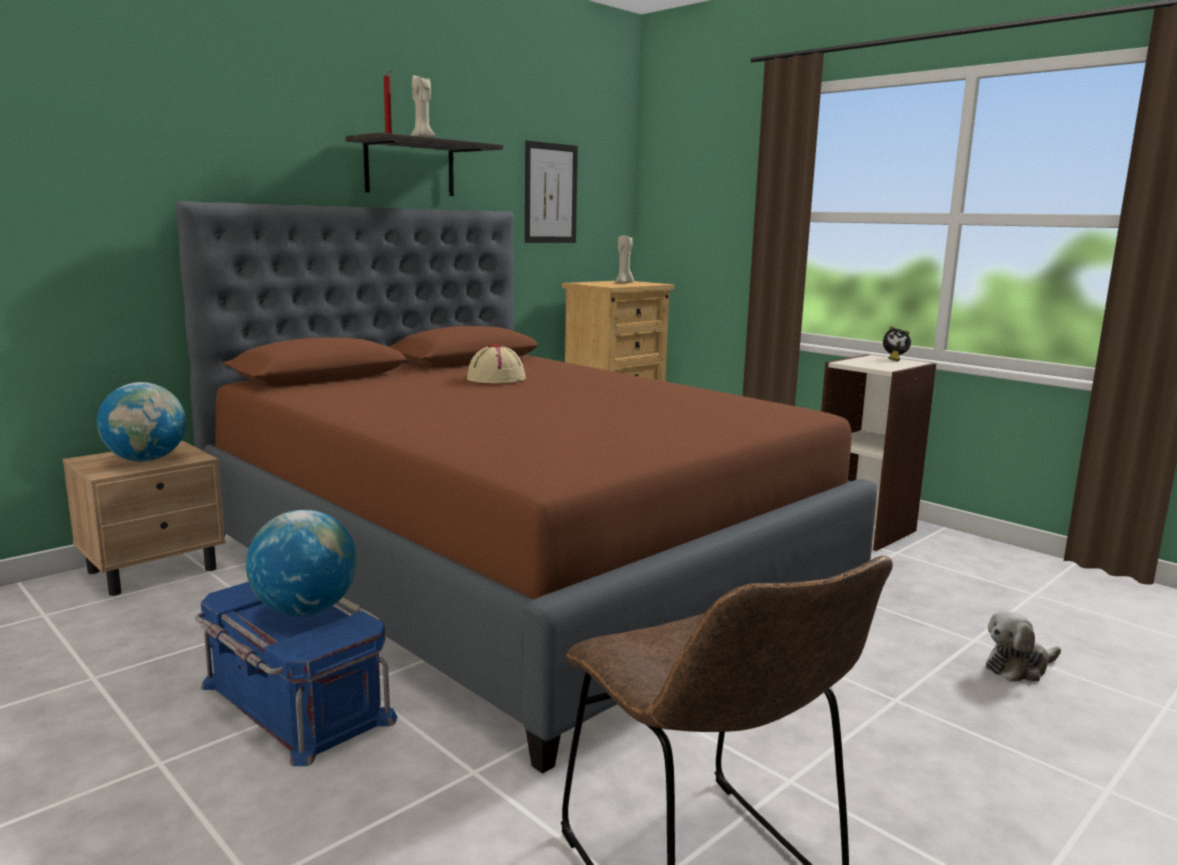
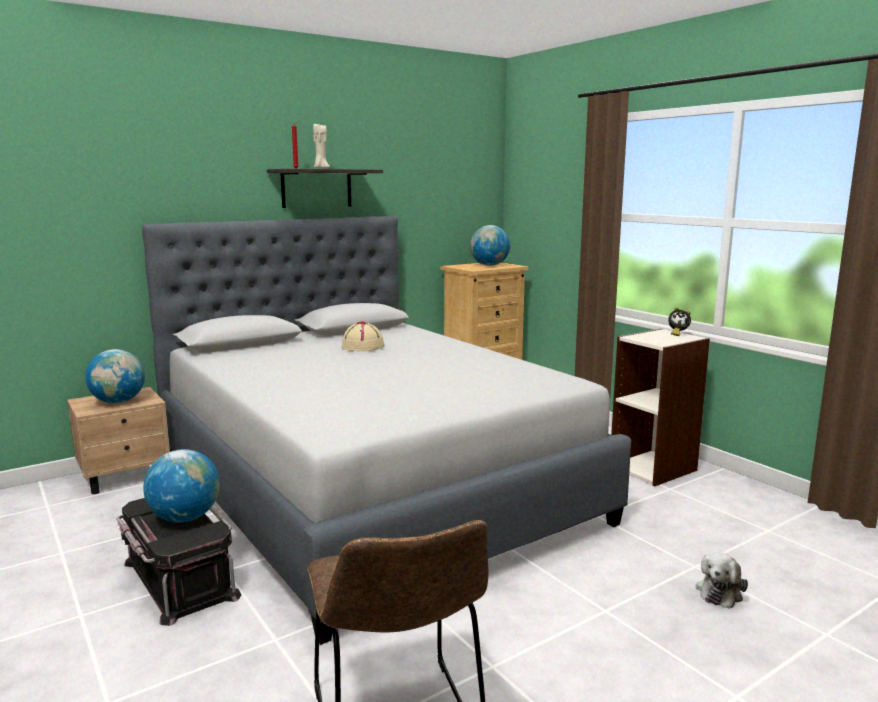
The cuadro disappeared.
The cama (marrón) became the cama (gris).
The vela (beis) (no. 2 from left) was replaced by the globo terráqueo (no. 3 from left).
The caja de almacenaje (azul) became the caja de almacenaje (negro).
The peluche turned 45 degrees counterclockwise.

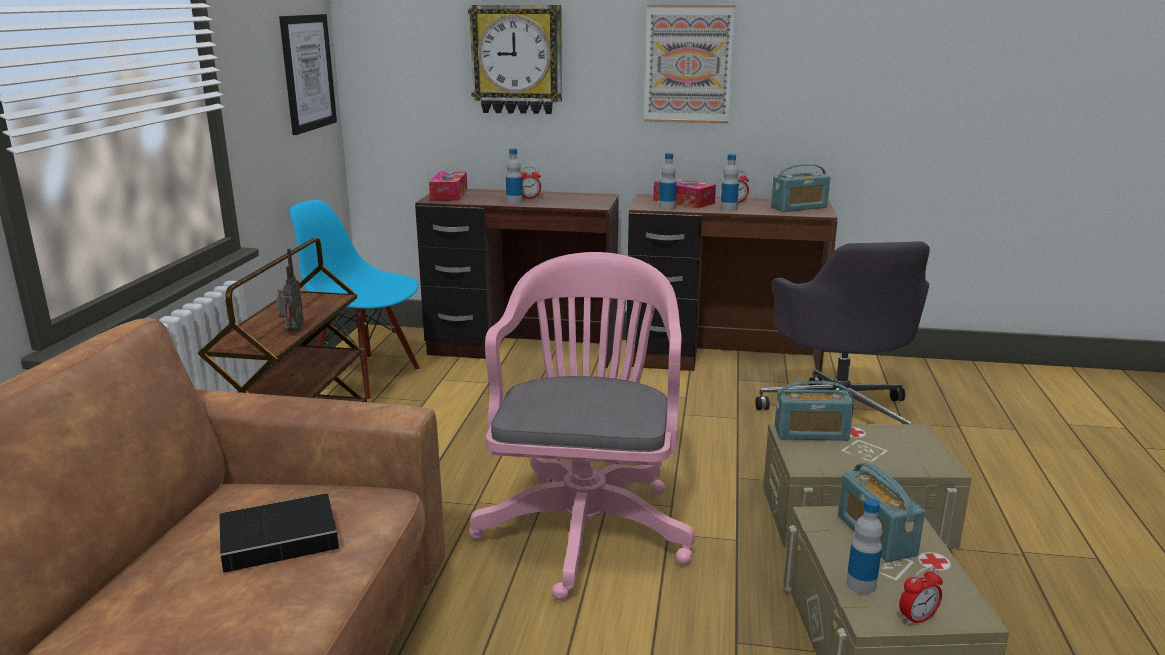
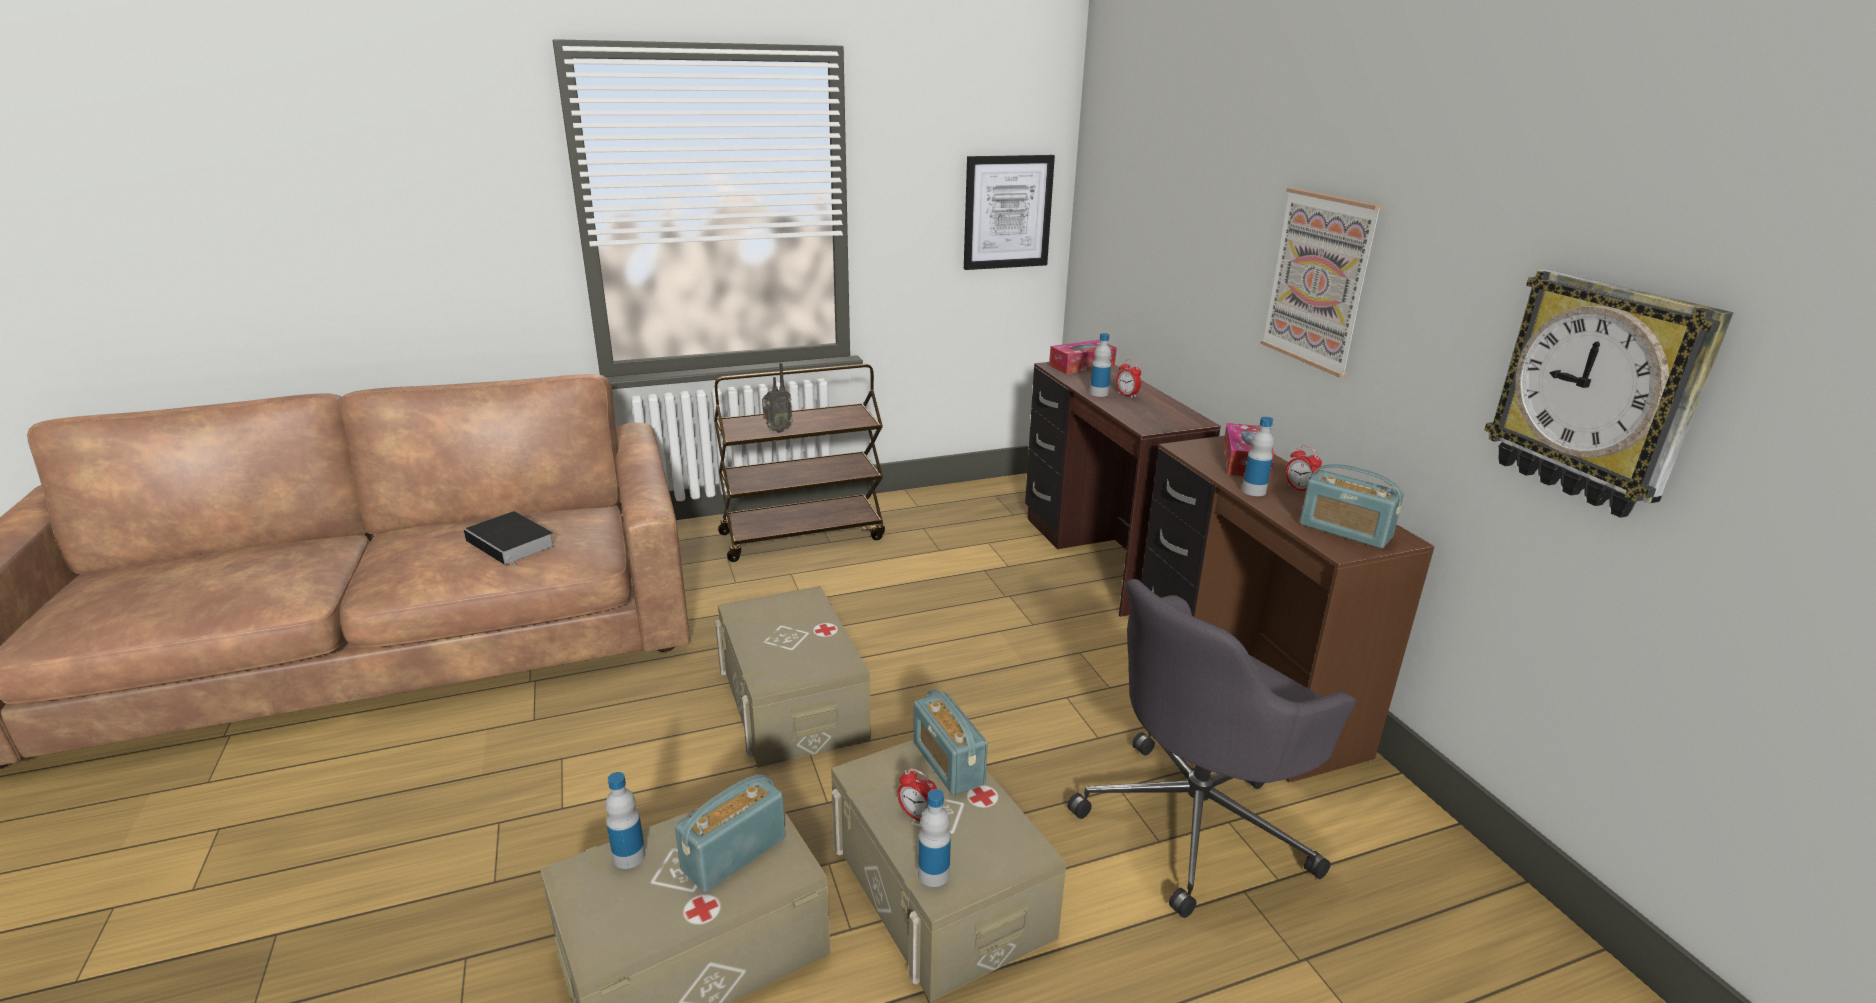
The reloj de pared moved.
The botella (no. 2 from left) moved.
The silla (azul) disappeared.
The silla de oficina (rosa) was replaced by the caja de almacenaje (beis) (no. 2 from left).
The despertador (no. 3 from left in the first image) moved.

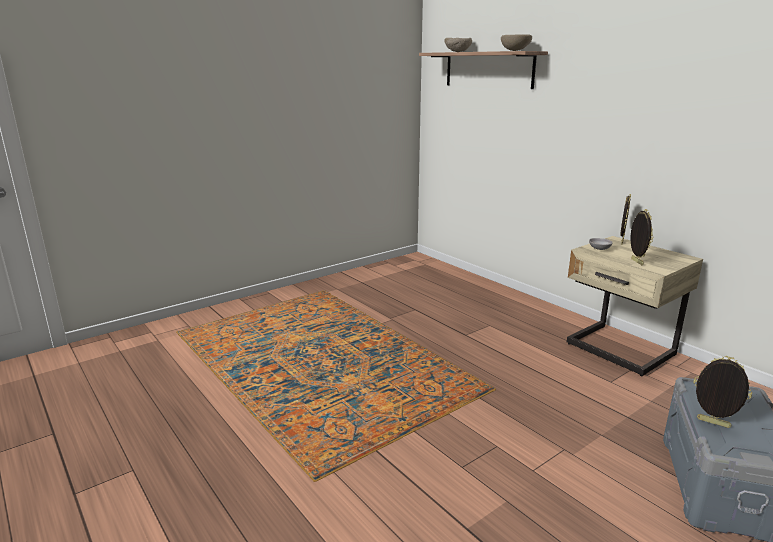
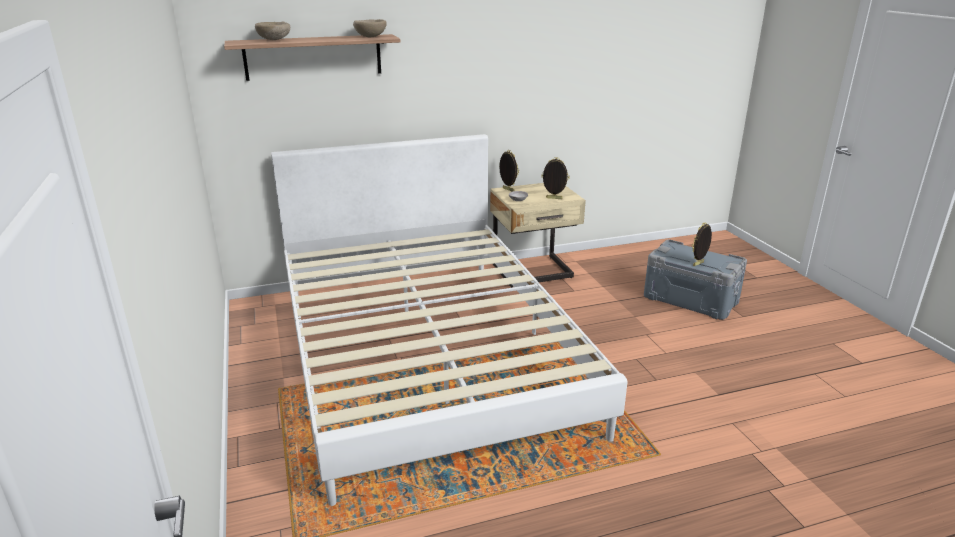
The cama (blanco) appeared.

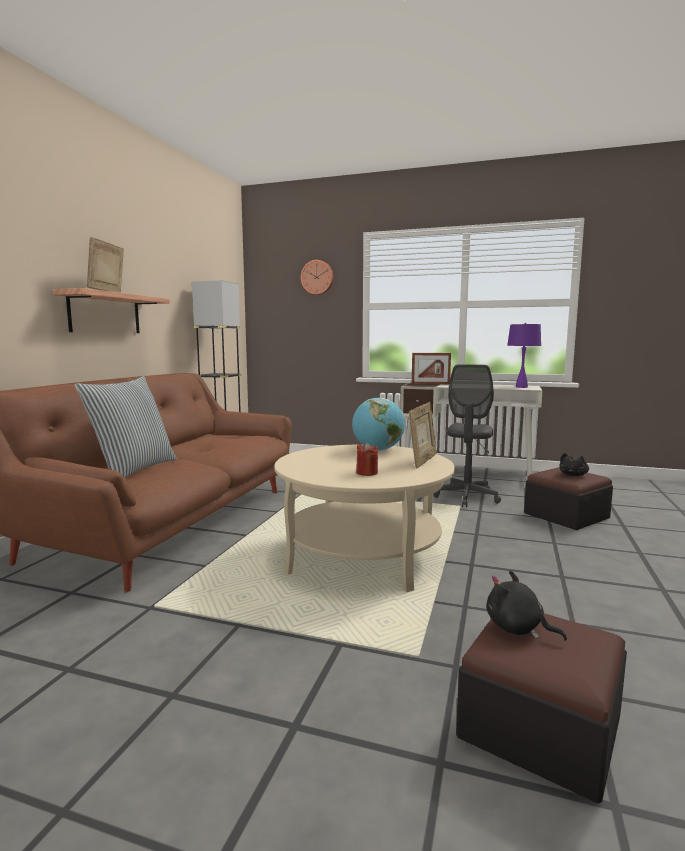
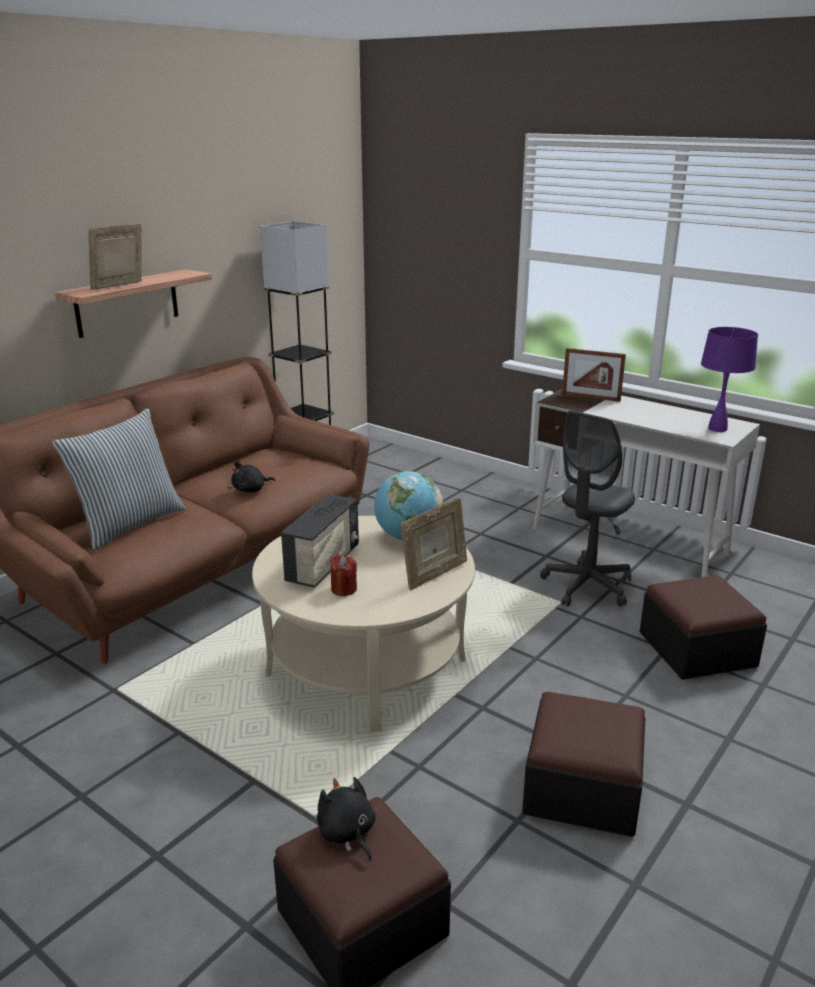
The reloj de pared disappeared.
The peluche (negro) (no. 2 from left in the first image) moved.
The radio appeared.
The puf (no. 2 from left) appeared.

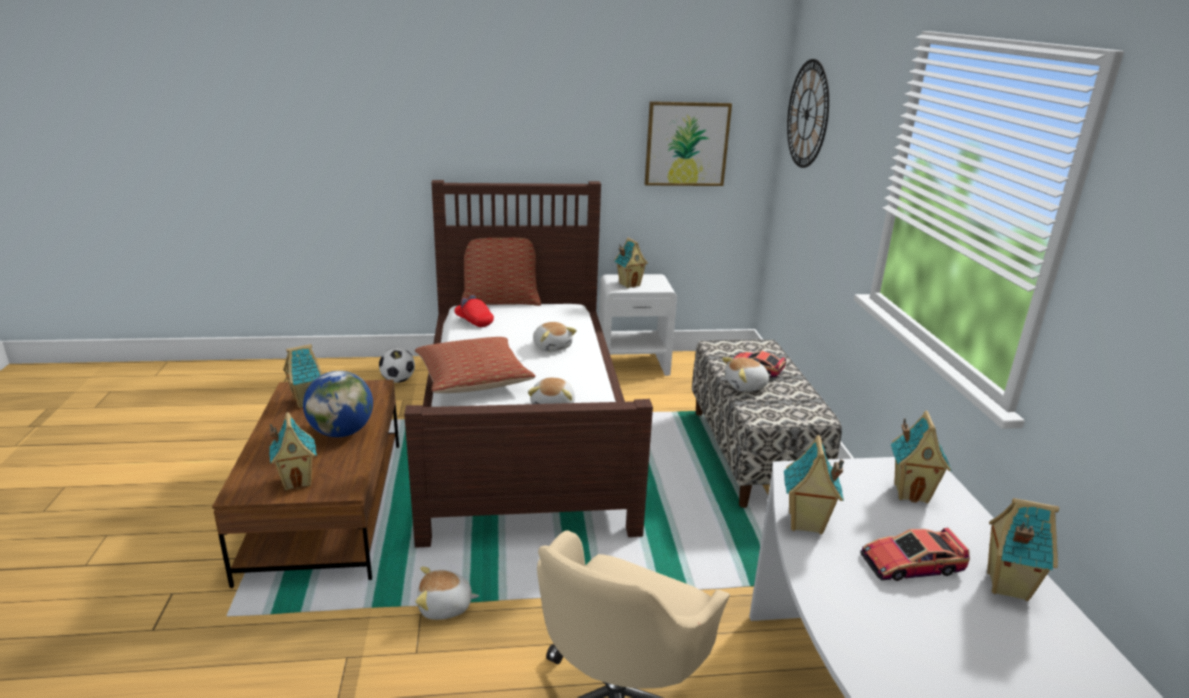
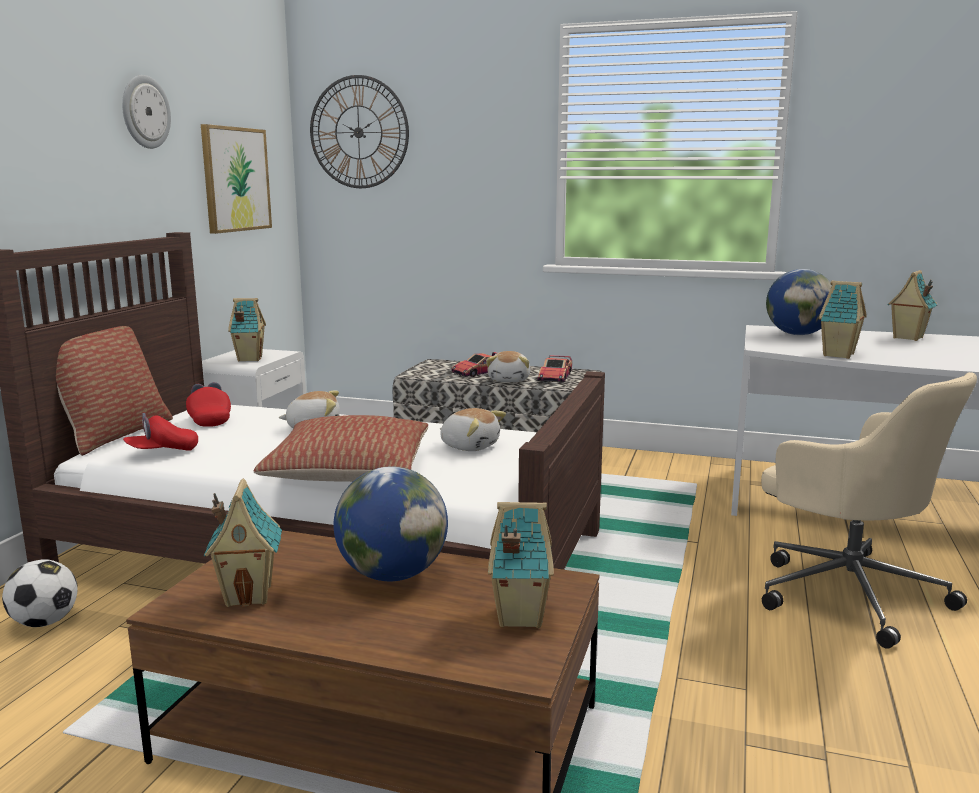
The casita (no. 5 from left) was replaced by the globo terráqueo (no. 2 from left).
The coche de juguete (no. 2 from left) moved.
The peluche (no. 1 from left) disappeared.
The reloj de pared (no. 1 from left) appeared.
The gorra (rojo) (no. 2 from left) appeared.

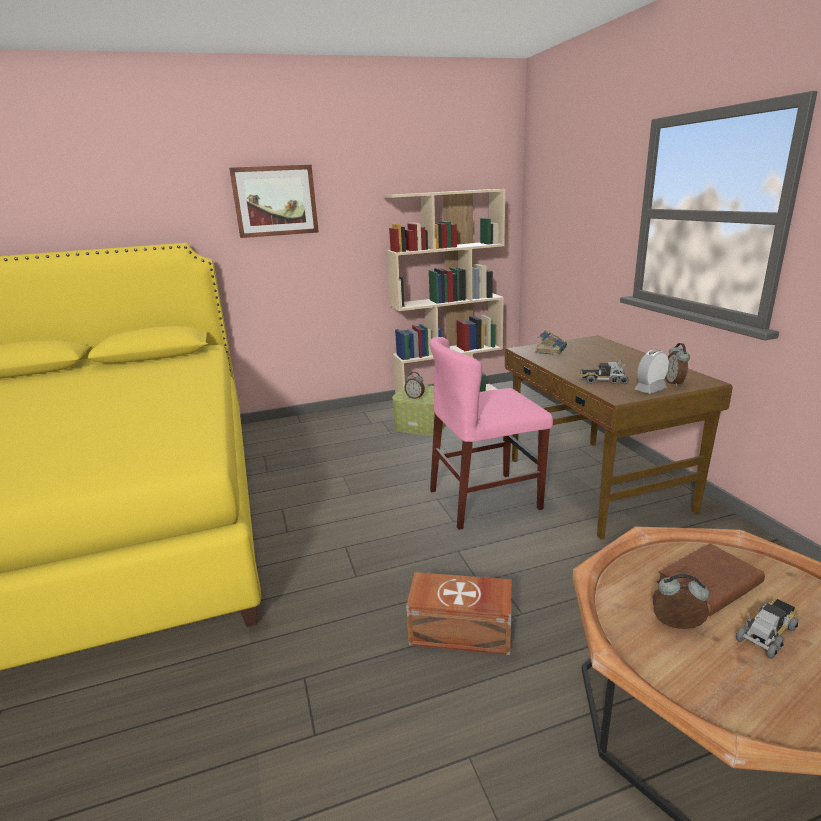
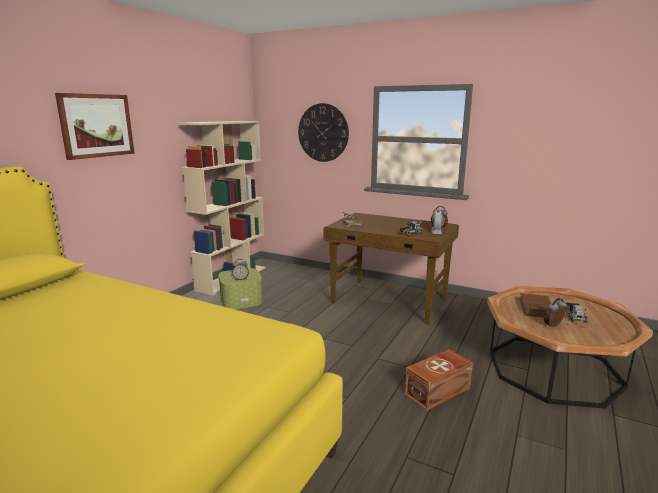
The silla (rosa) disappeared.
The reloj de pared appeared.

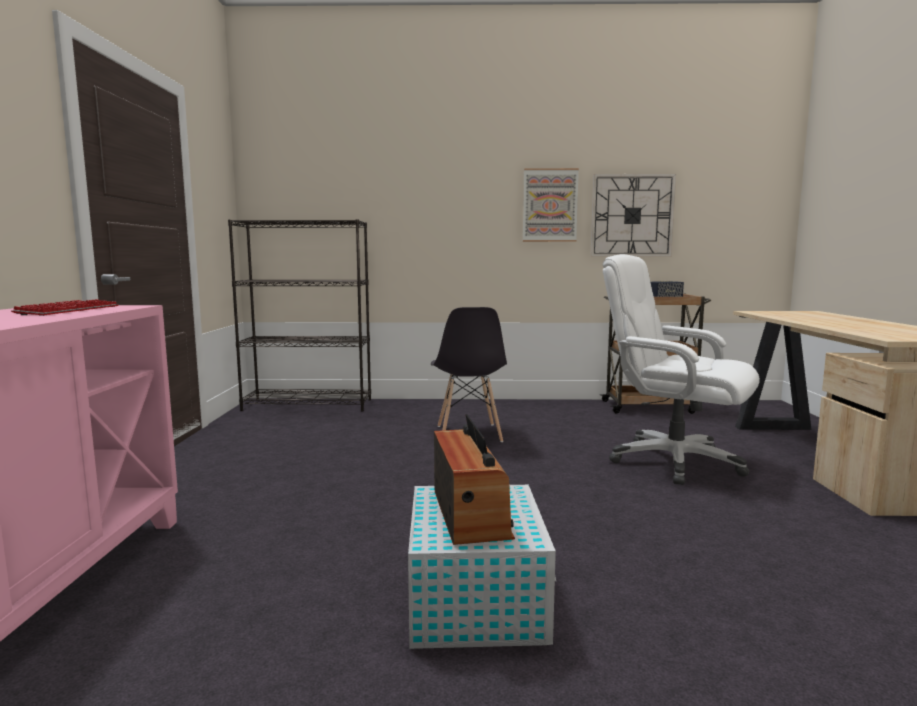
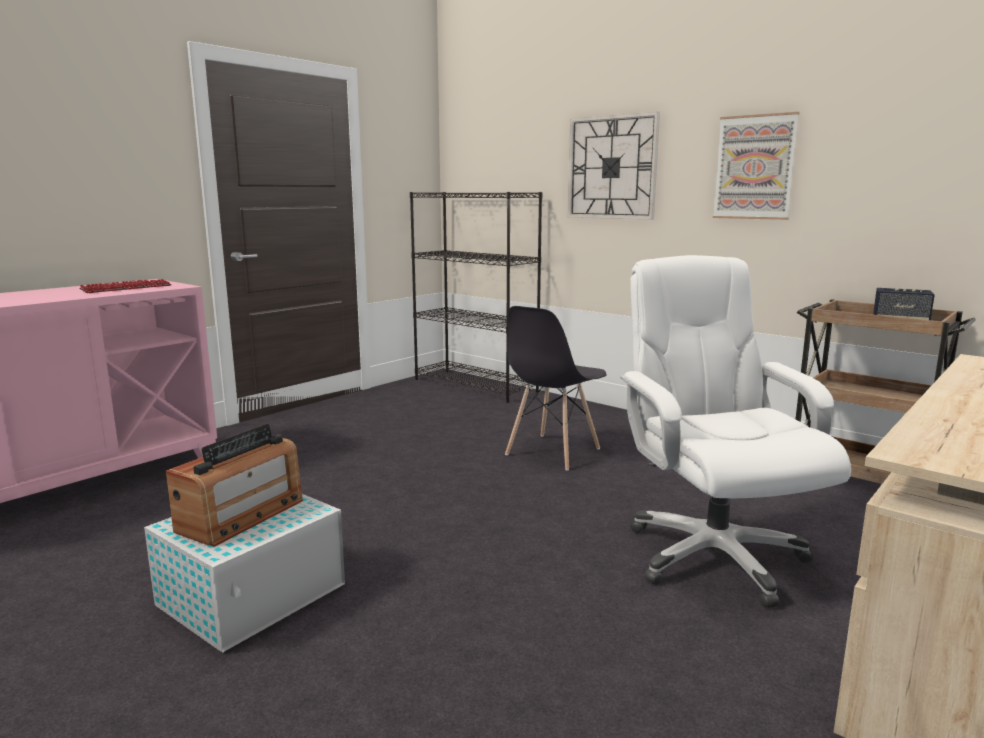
The reloj de pared moved.

